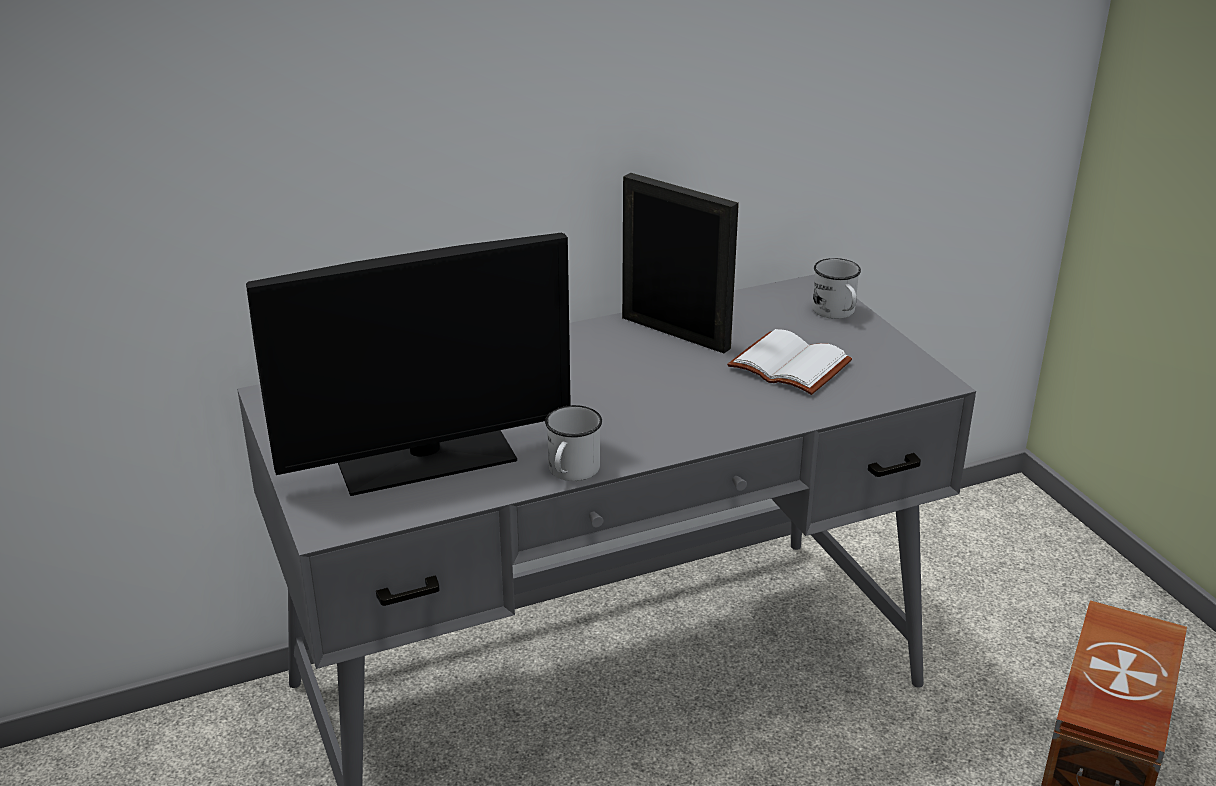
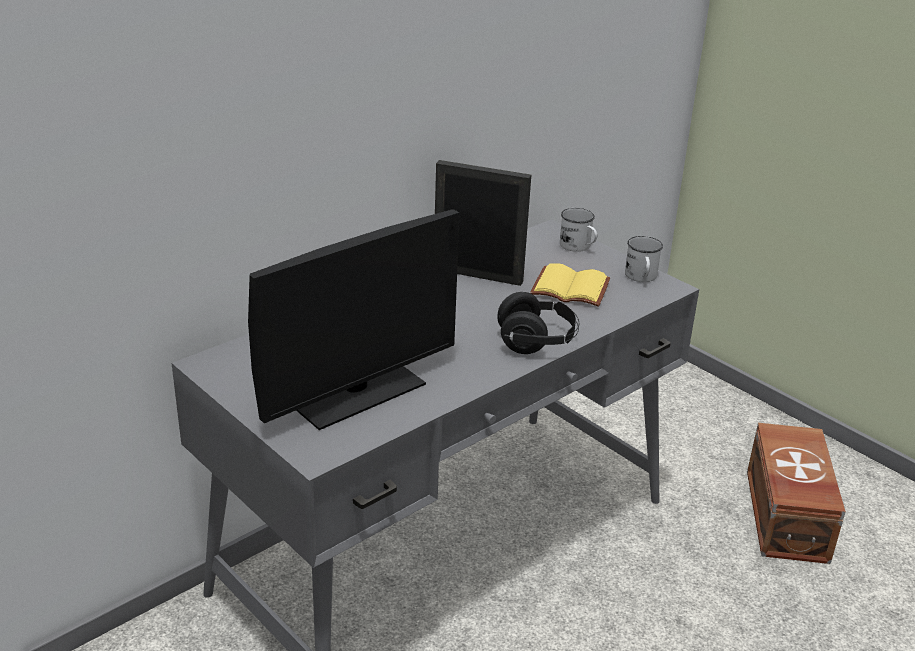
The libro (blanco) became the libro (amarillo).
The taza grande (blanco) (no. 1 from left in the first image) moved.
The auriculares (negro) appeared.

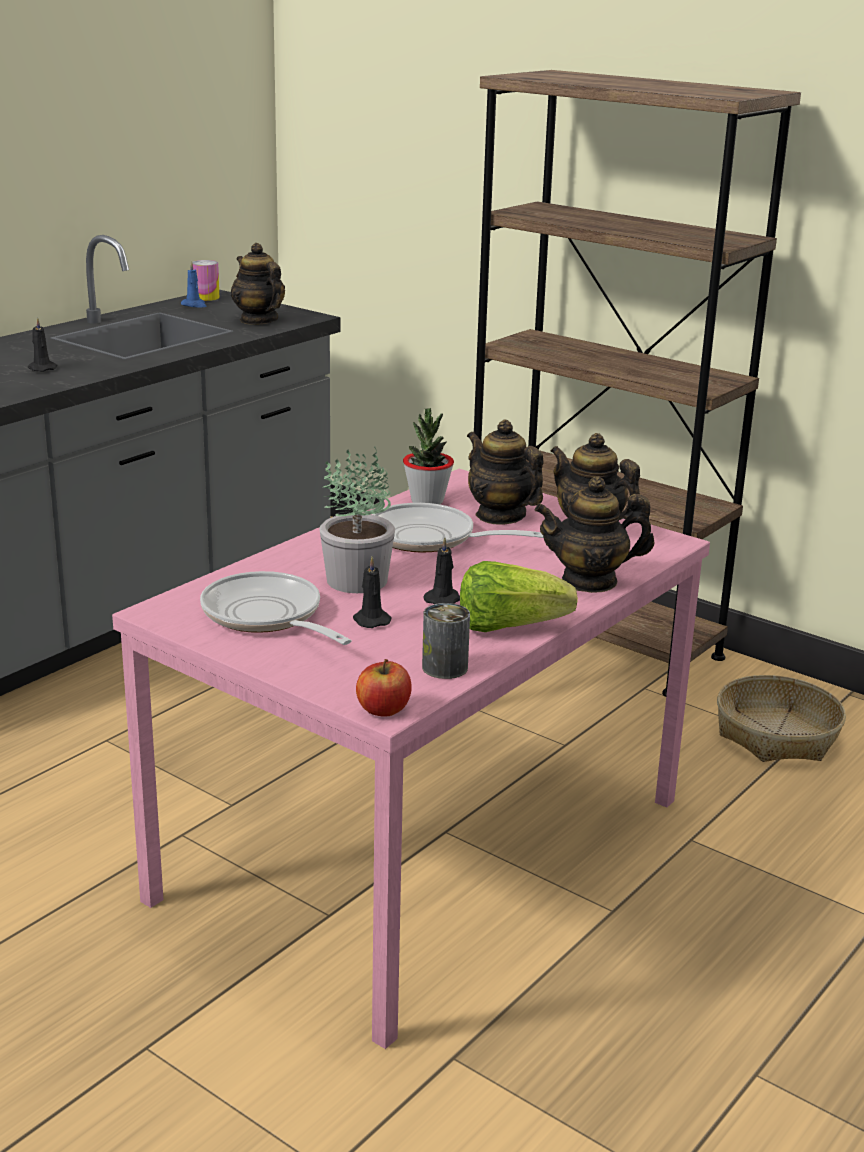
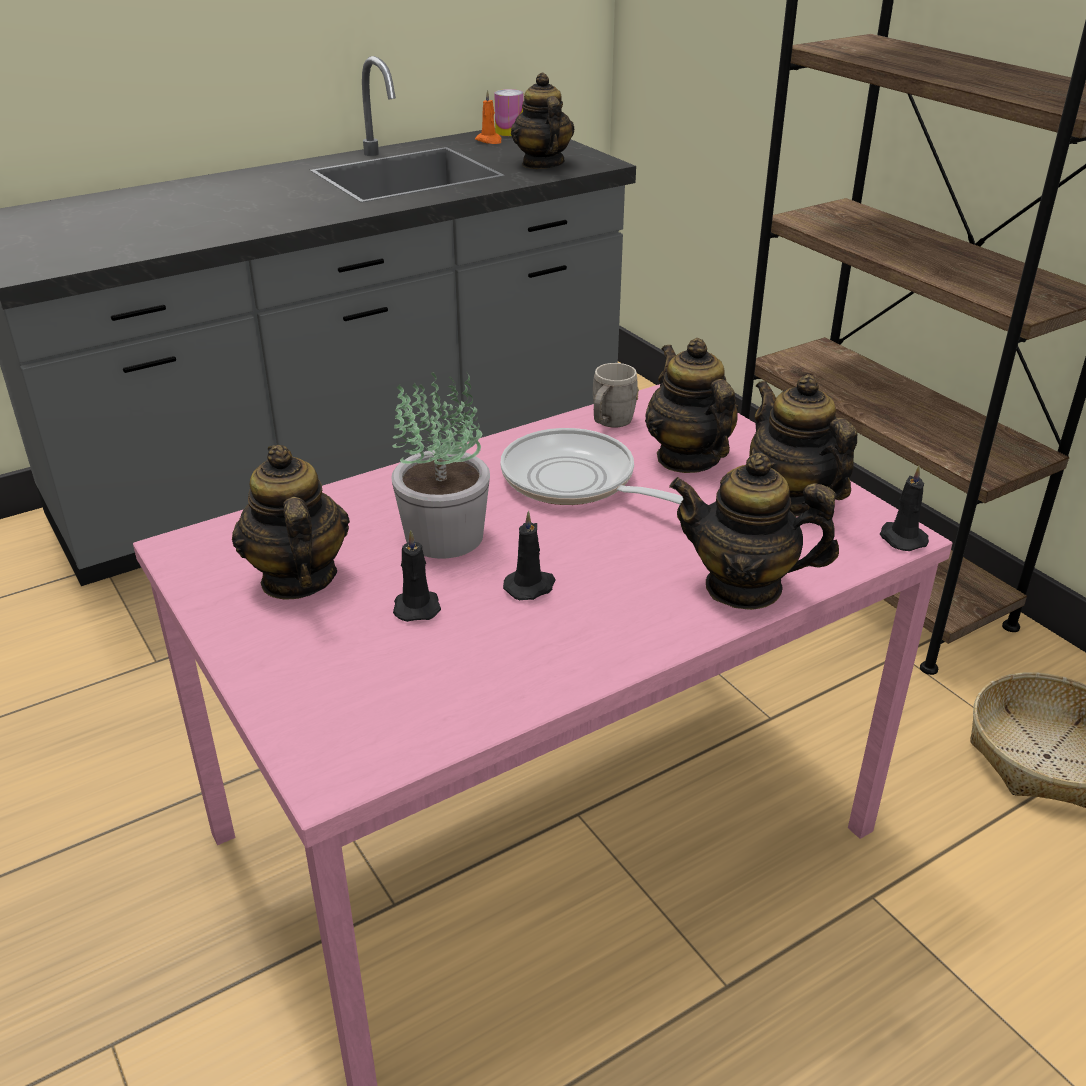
The vela (azul) became the vela (naranja).
The vela (negro) (no. 1 from left in the first image) moved.
The planta en maceta (no. 2 from left) was replaced by the taza grande (gris).
The lechuga disappeared.
The sartén (no. 1 from left) was replaced by the tetera (no. 1 from left).
The lata (no. 2 from left) disappeared.
The manzana disappeared.

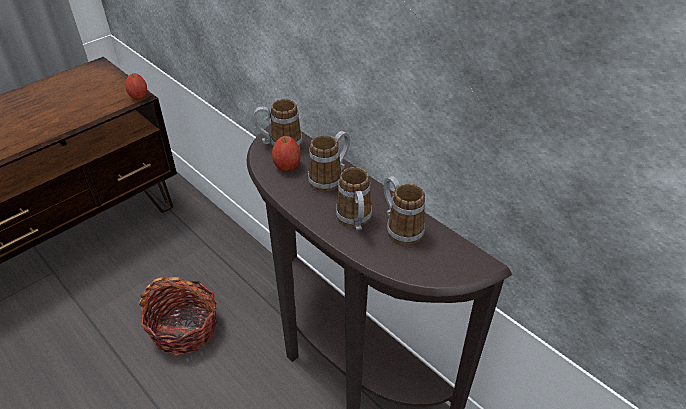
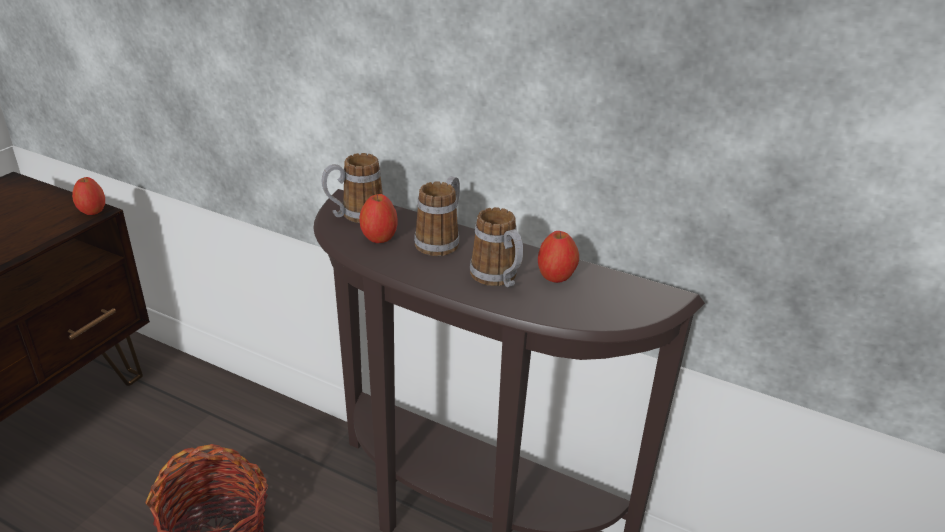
The taza grande (no. 4 from left) was replaced by the manzana (no. 3 from left).

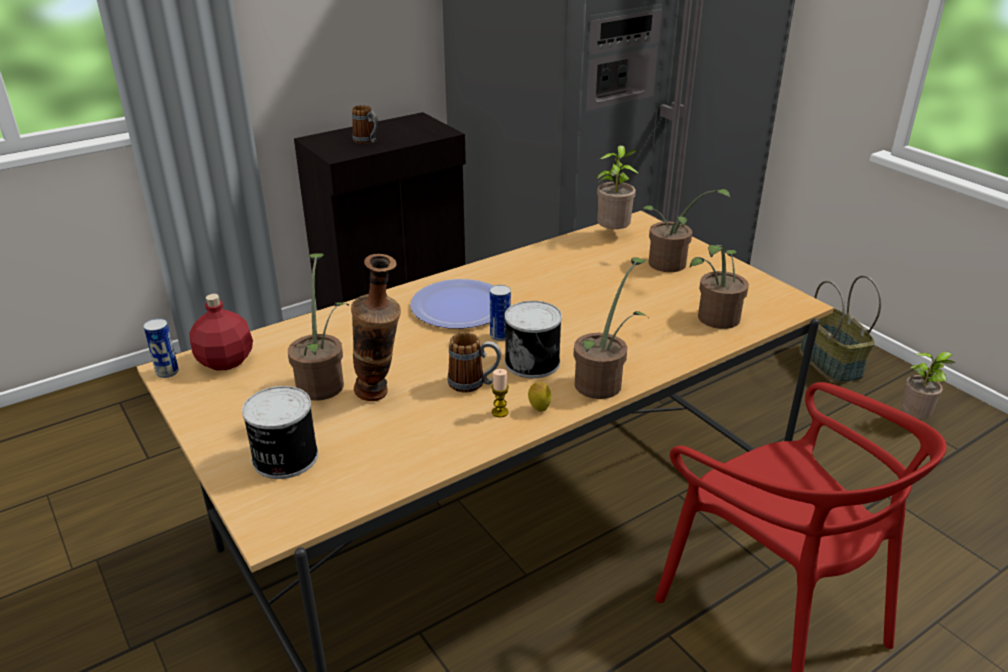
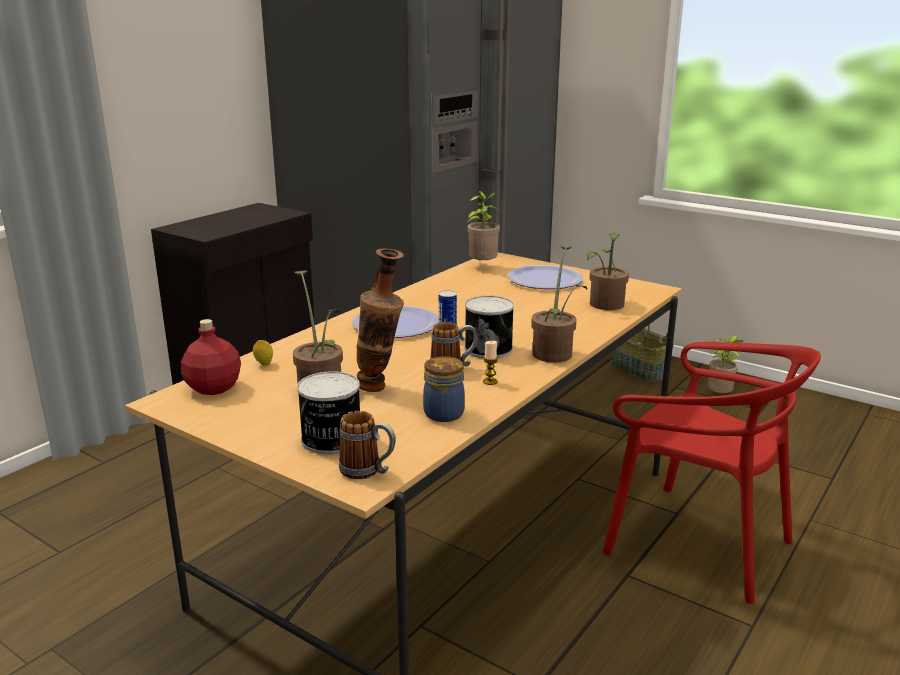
The taza grande (no. 1 from left) moved.
The planta en maceta (no. 4 from left) was replaced by the plato (no. 2 from left).
The lata (no. 1 from left) disappeared.
The limón moved.
The tarro appeared.

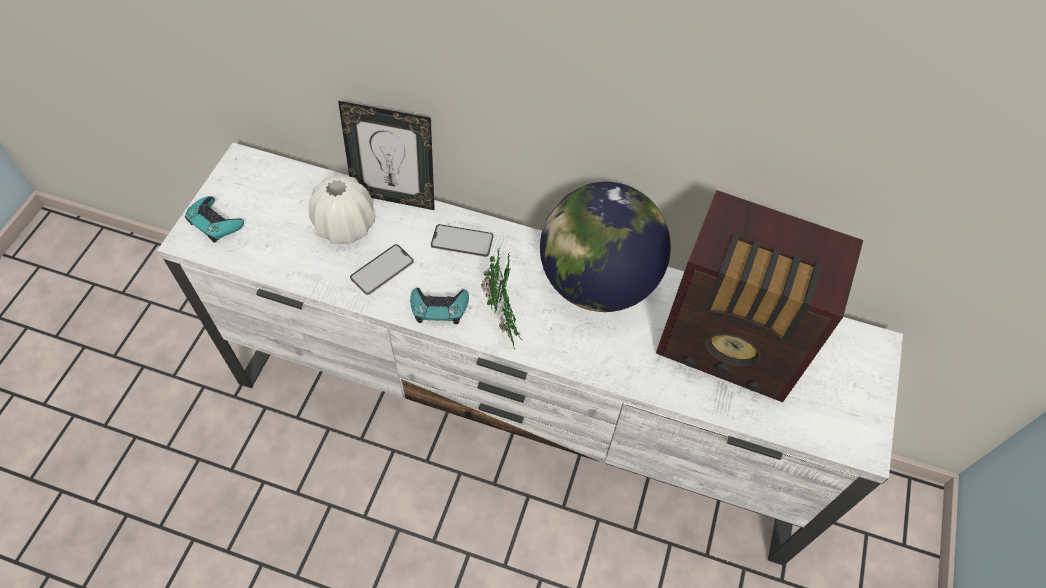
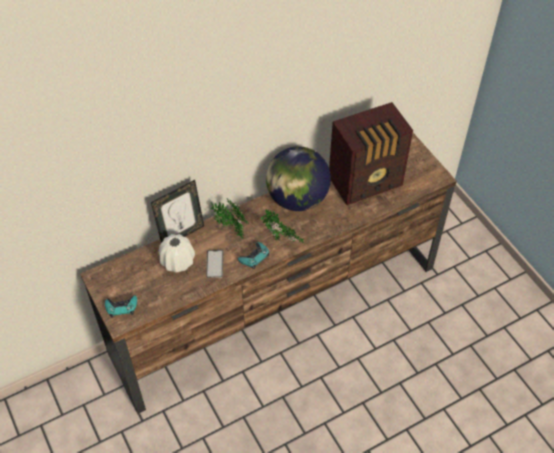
The mueble de televisión (blanco) became the mueble de televisión (marrón).
The móvil (no. 2 from left) was replaced by the planta en maceta (no. 1 from left).

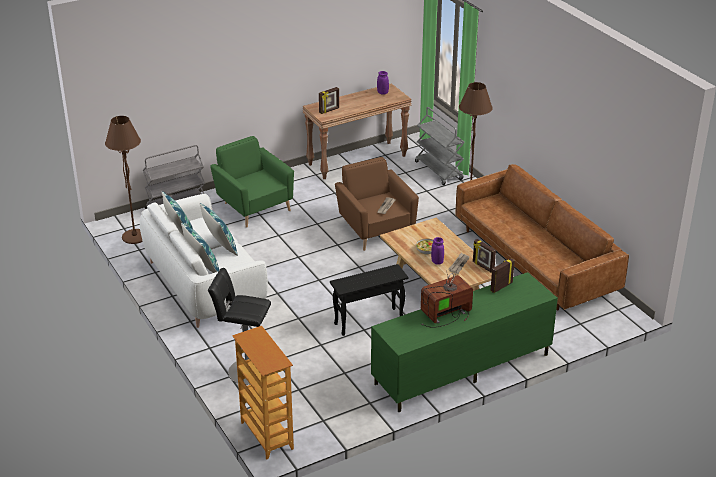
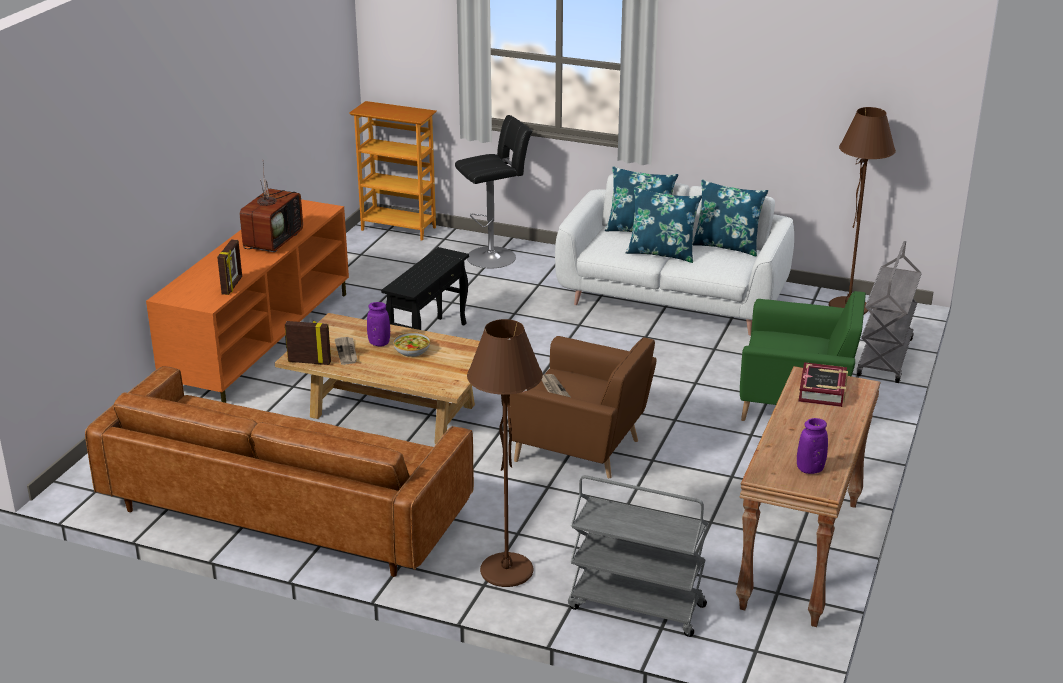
The portarretratos (no. 1 from left) was replaced by the libro.
The mueble de televisión (verde) became the mueble de televisión (naranja).

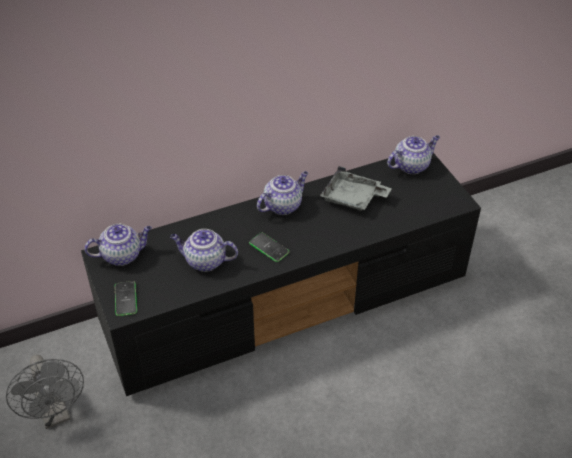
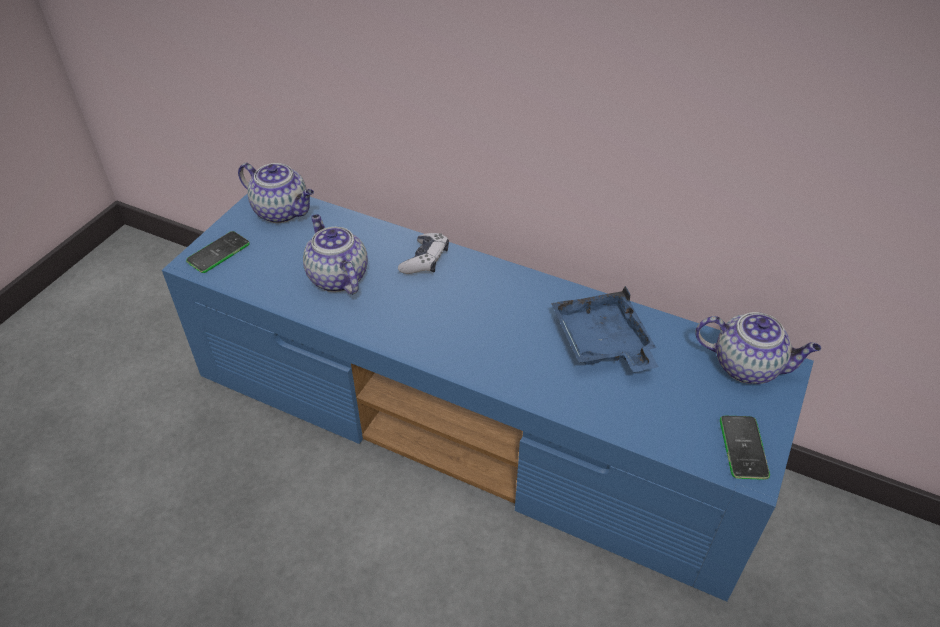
The mueble de televisión (negro) became the mueble de televisión (azul).
The bandeja (gris) became the bandeja (azul).
The tetera (no. 3 from left) disappeared.
The móvil (no. 2 from left) moved.
The ventilador (gris) disappeared.
The mando de consola appeared.

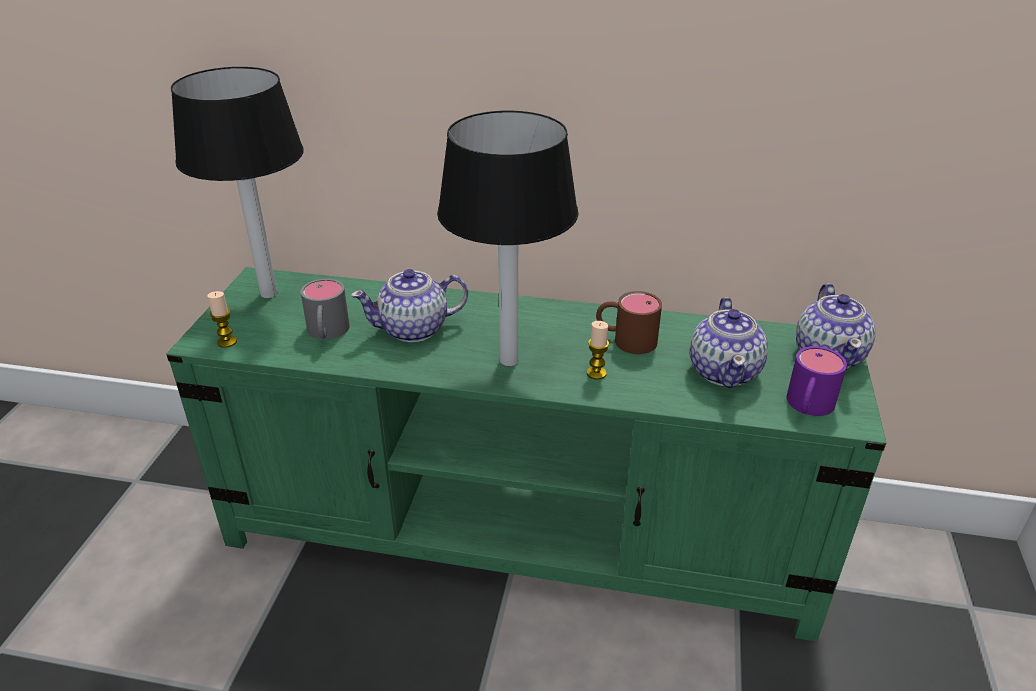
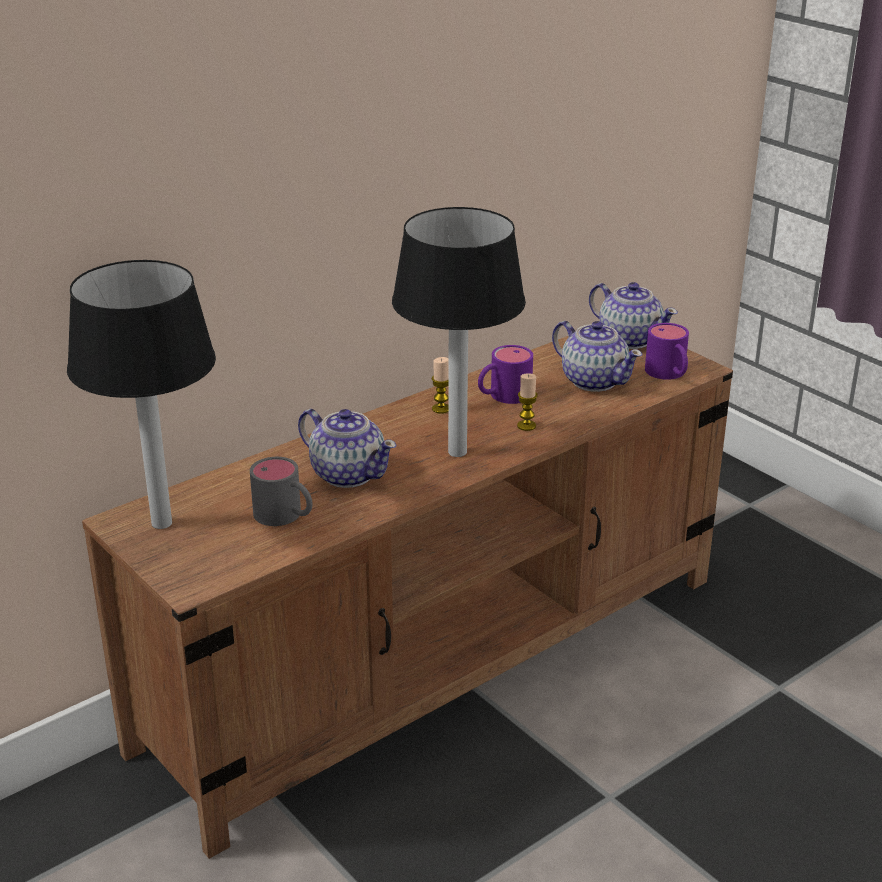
The mueble de televisión (verde) became the mueble de televisión (marrón).
The tetera (no. 1 from left) turned 75 degrees counterclockwise.
The vela (no. 1 from left) moved.
The taza grande (marrón) became the taza grande (morado) (no. 1 from left).

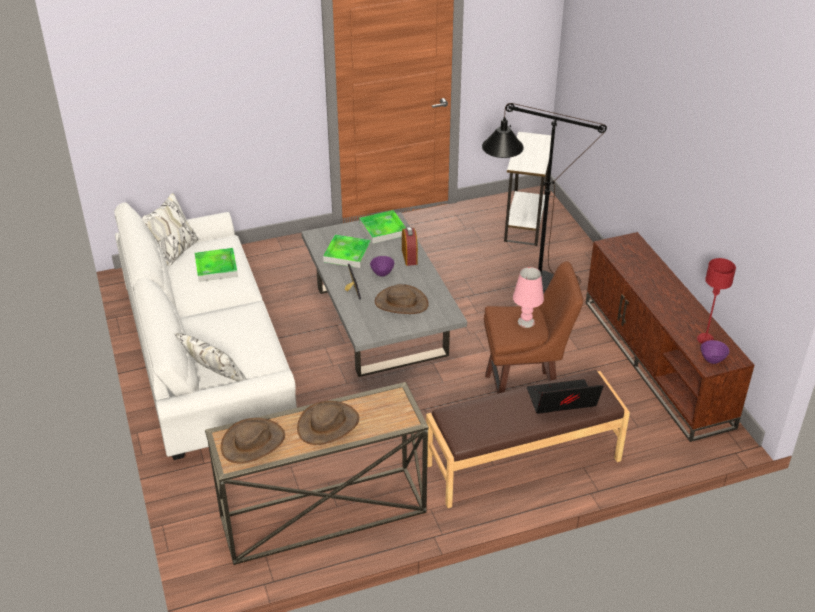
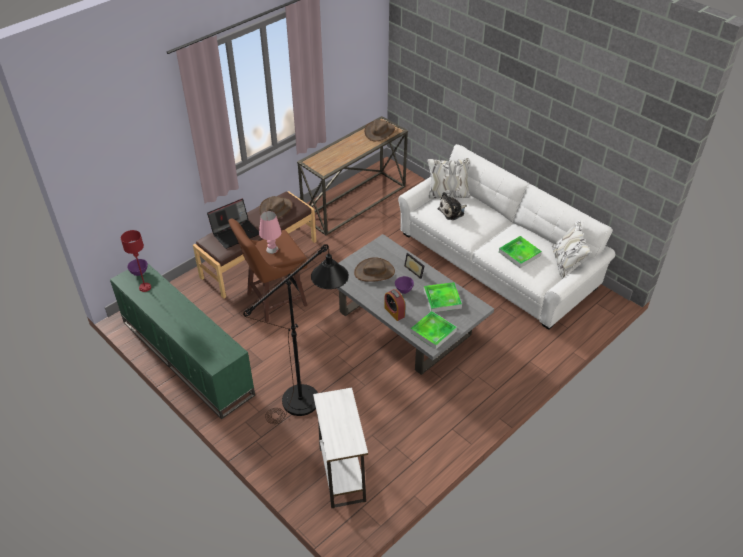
The mueble de televisión (marrón) became the mueble de televisión (verde).
The sombrero (marrón) (no. 2 from left in the first image) moved.
The peluche appeared.

